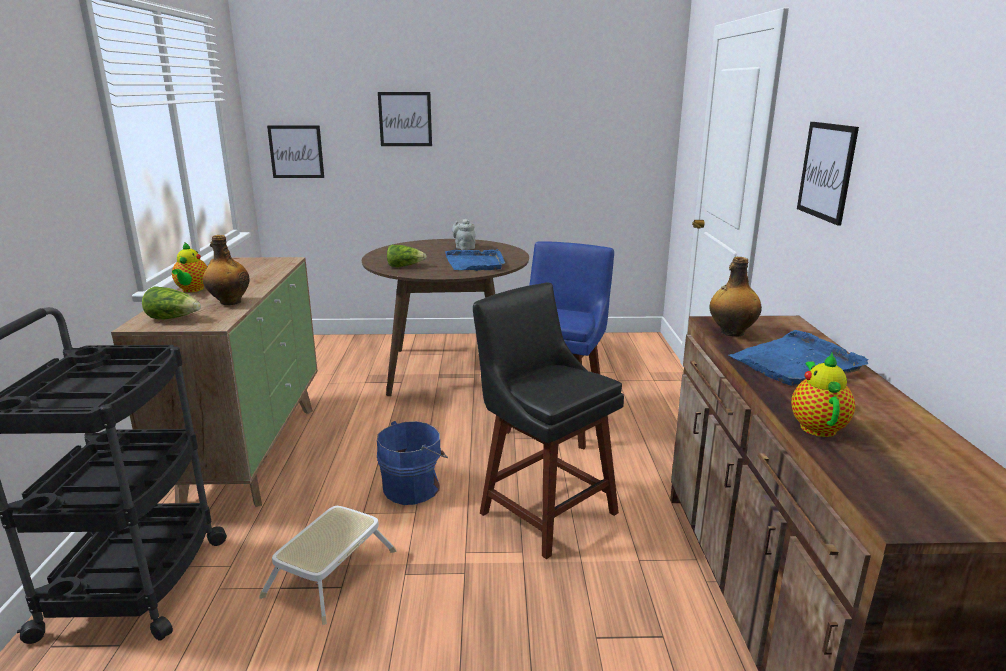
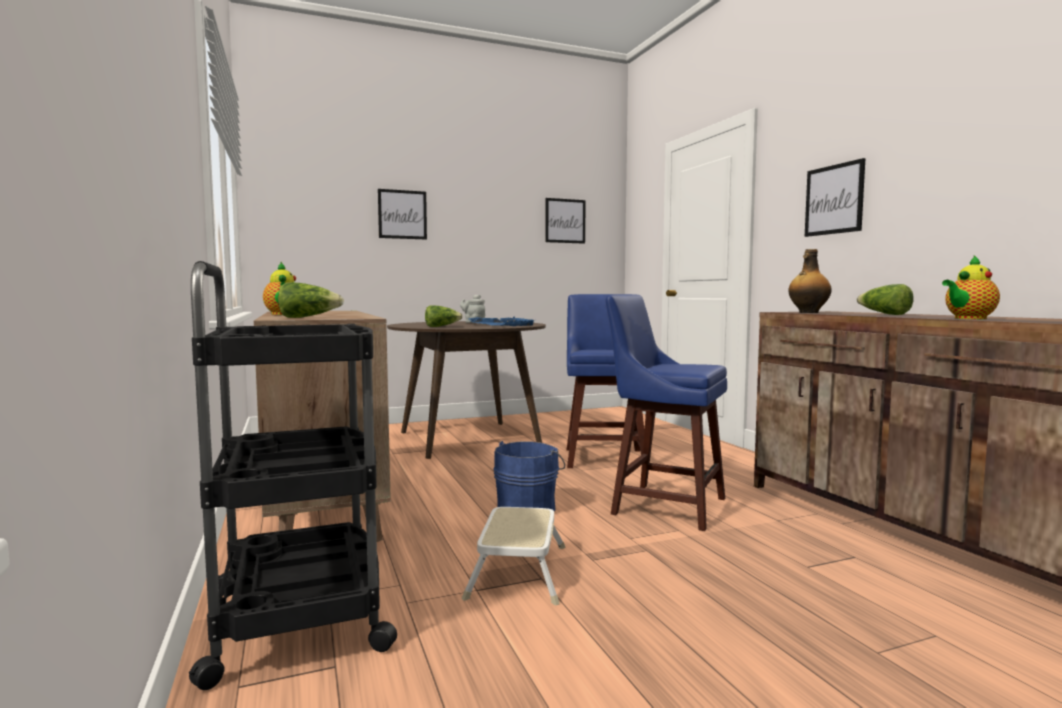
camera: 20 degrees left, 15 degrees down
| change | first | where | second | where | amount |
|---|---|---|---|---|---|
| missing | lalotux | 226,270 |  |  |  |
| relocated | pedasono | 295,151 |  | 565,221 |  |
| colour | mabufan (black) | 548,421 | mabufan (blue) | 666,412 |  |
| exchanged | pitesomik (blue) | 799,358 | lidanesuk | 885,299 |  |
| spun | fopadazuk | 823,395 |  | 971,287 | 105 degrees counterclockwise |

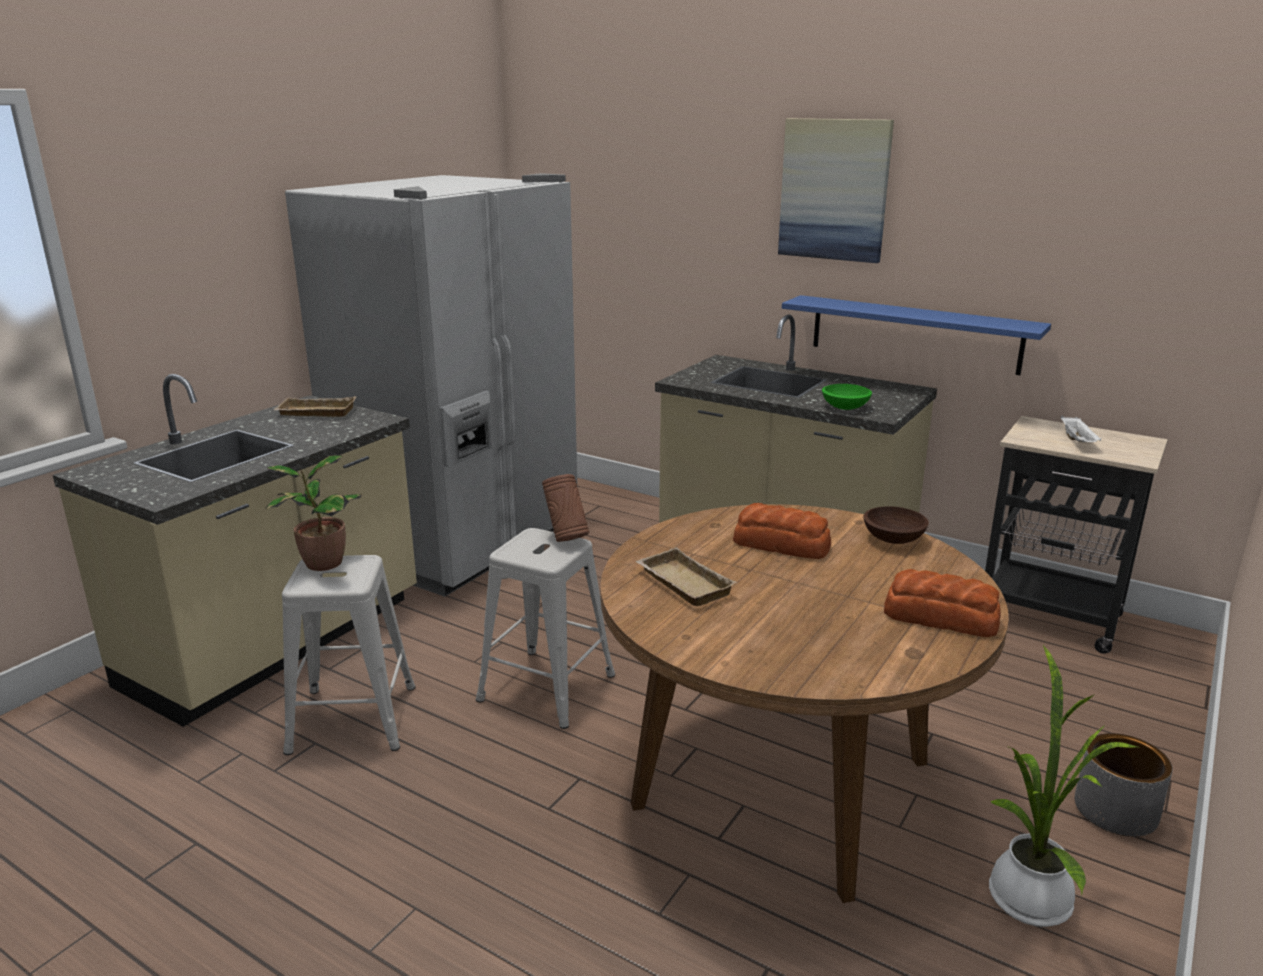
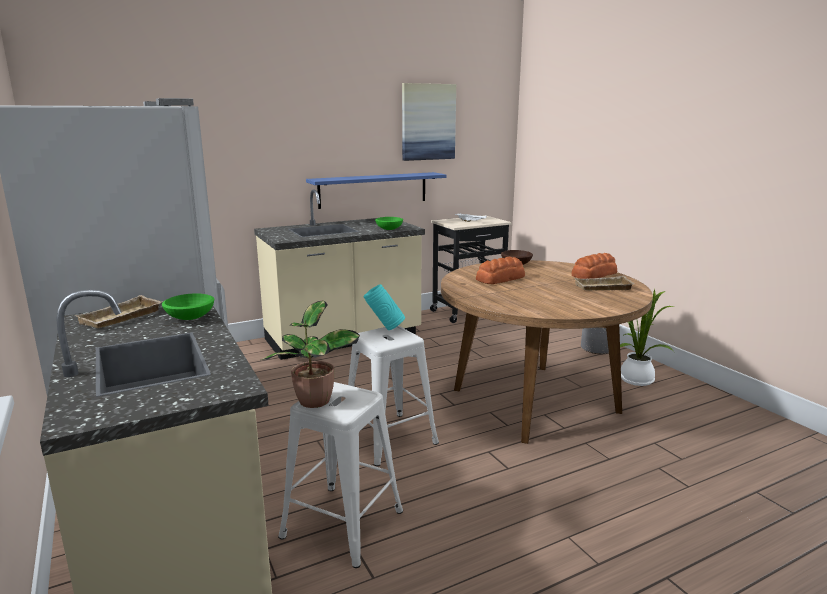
camera: 60 degrees left, 5 degrees down
| change | first | where | second | where | amount |
|---|---|---|---|---|---|
| colour | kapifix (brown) | 565,508 | kapifix (turquoise) | 384,307 |  |
| relocated | pitesomik (beige) | 686,576 |  | 605,283 |  |
| relocated | pedasono | 836,190 |  | 429,122 |  |
| appeared |  |  | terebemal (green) | 188,306 |  |

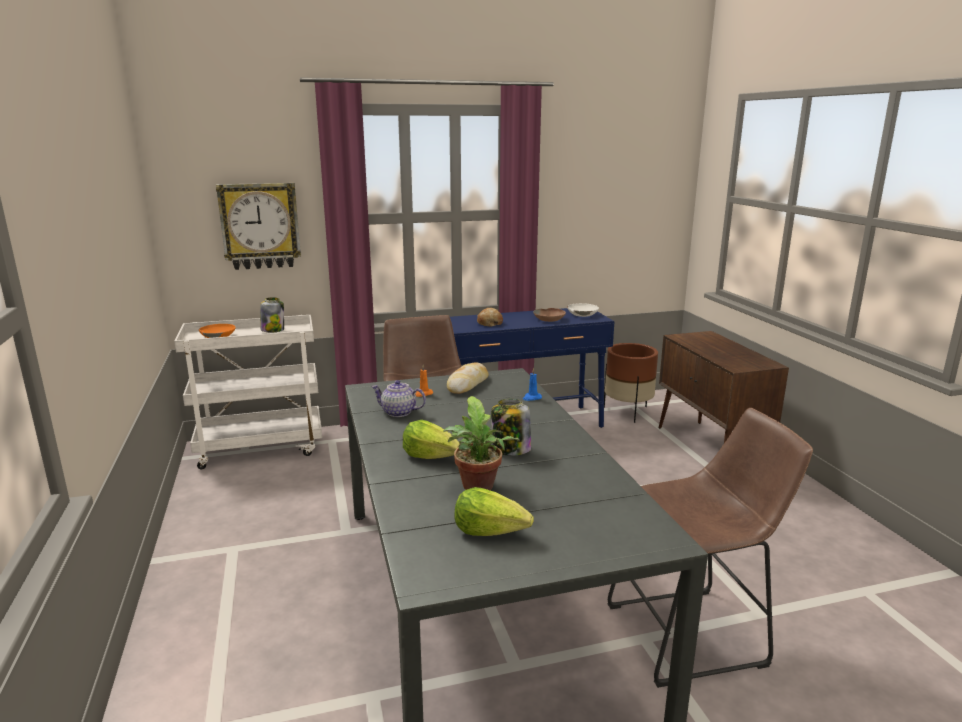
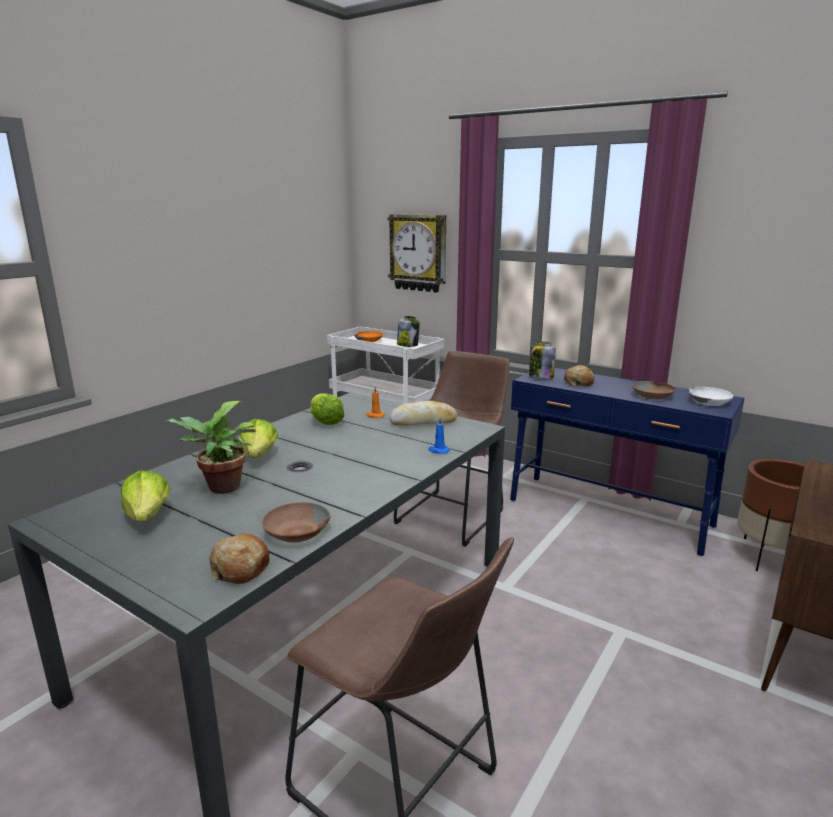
camera: 50 degrees right, 0 degrees up
| change | first | where | second | where | amount |
|---|---|---|---|---|---|
| exchanged | fopadazuk | 398,398 | lidanesuk | 327,409 |  |
| relocated | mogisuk | 511,427 |  | 542,360 |  |
| appeared |  |  | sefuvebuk | 239,559 |  |
| appeared |  |  | terebemal (brown) | 296,522 |  |

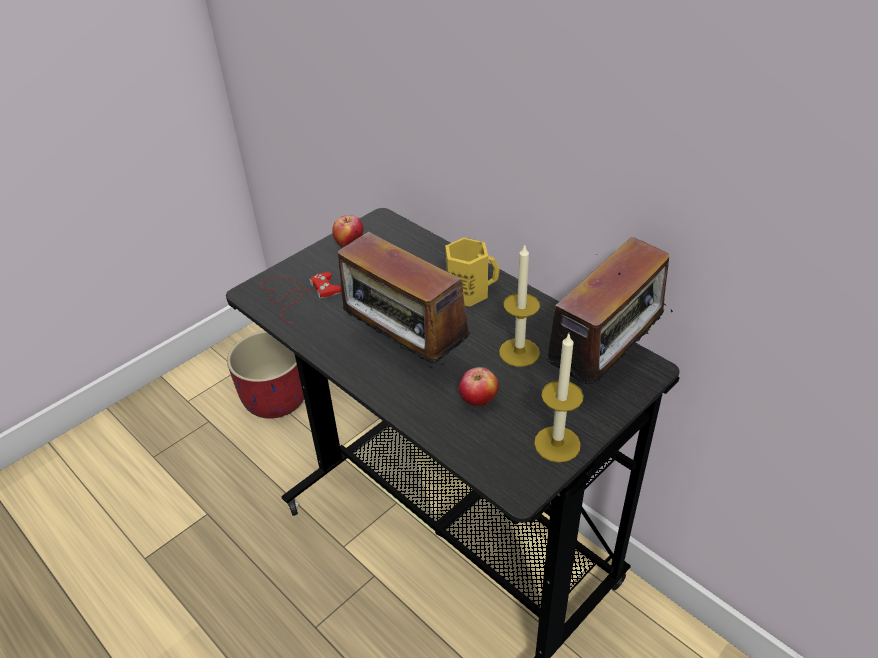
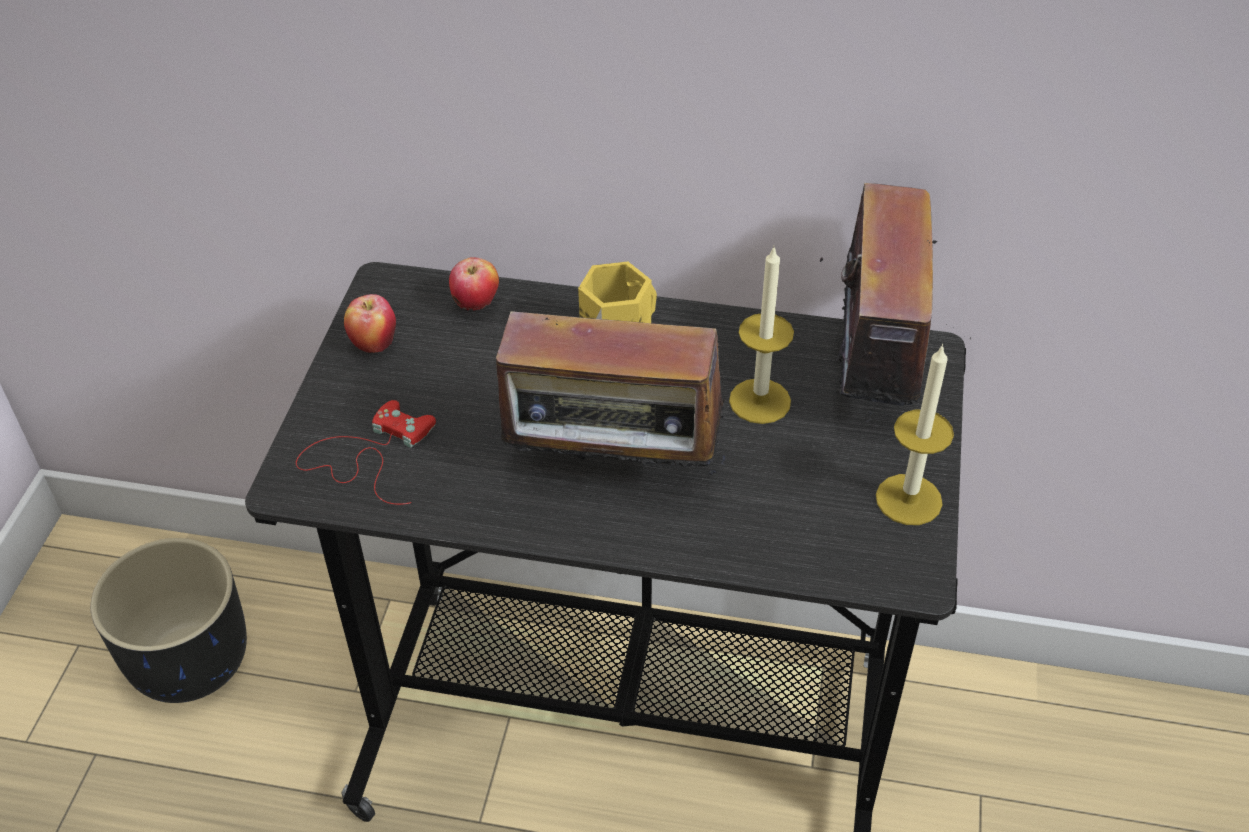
camera: 35 degrees left, 5 degrees up
| change | first | where | second | where | amount |
|---|---|---|---|---|---|
| colour | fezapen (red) | 265,375 | fezapen (black) | 169,620 |  |
| relocated | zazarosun | 479,387 |  | 474,283 |  |

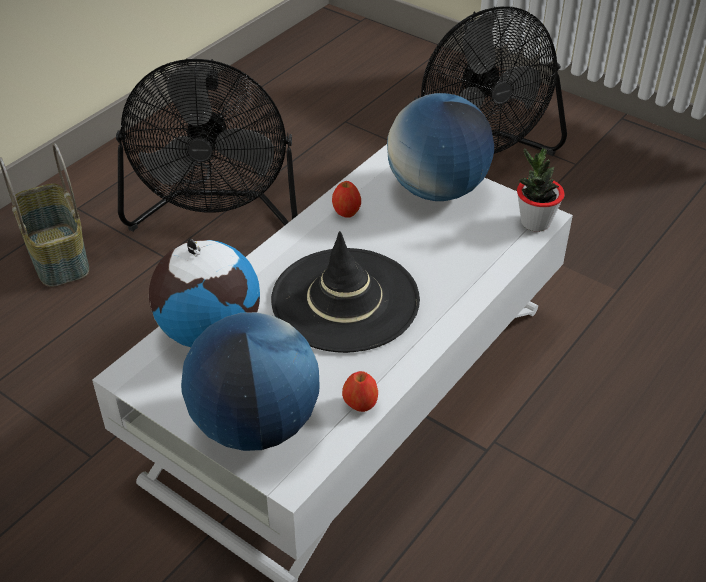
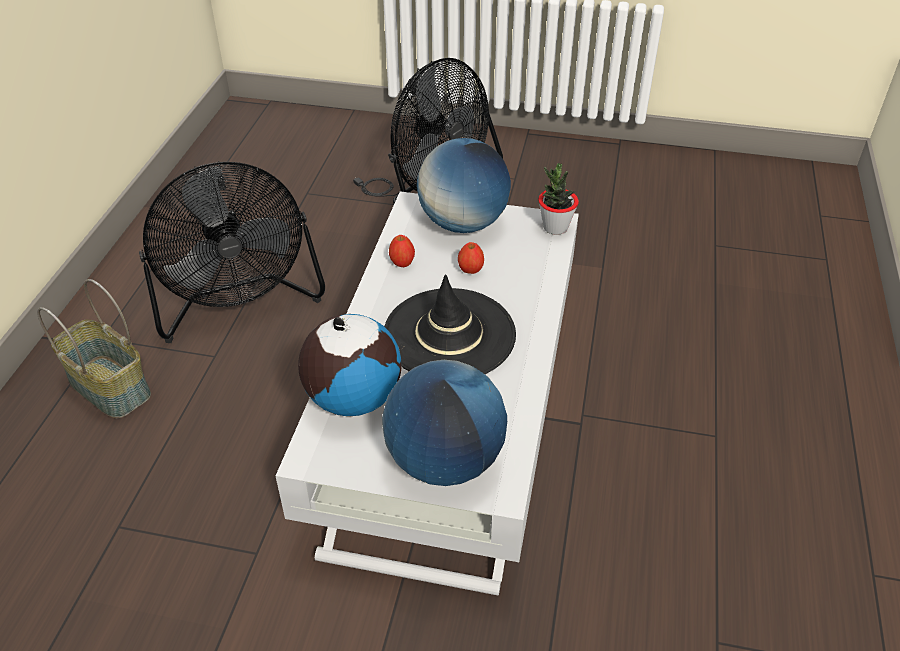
camera: 25 degrees left, 0 degrees up
| change | first | where | second | where | amount |
|---|---|---|---|---|---|
| relocated | zazarosun | 360,391 |  | 471,258 |  |

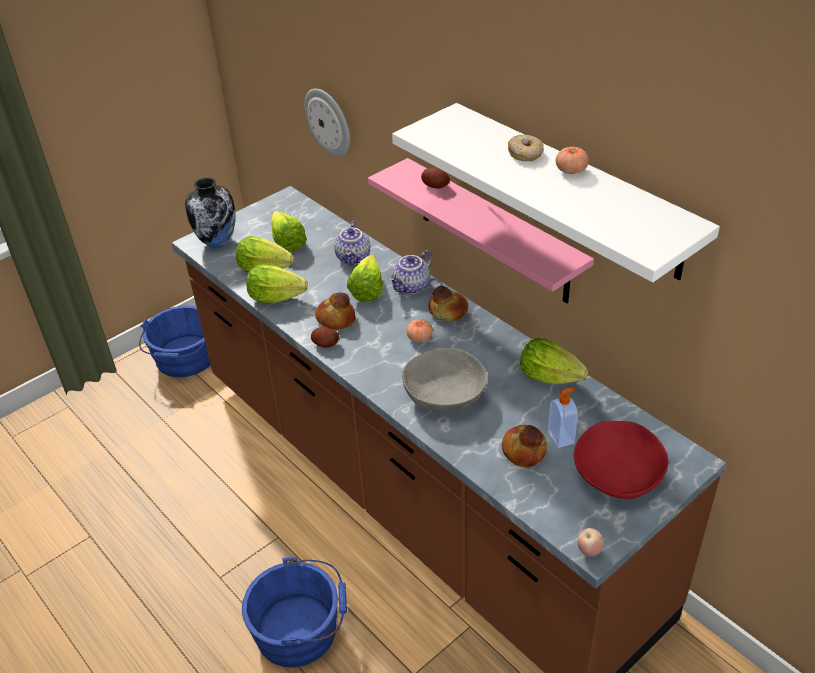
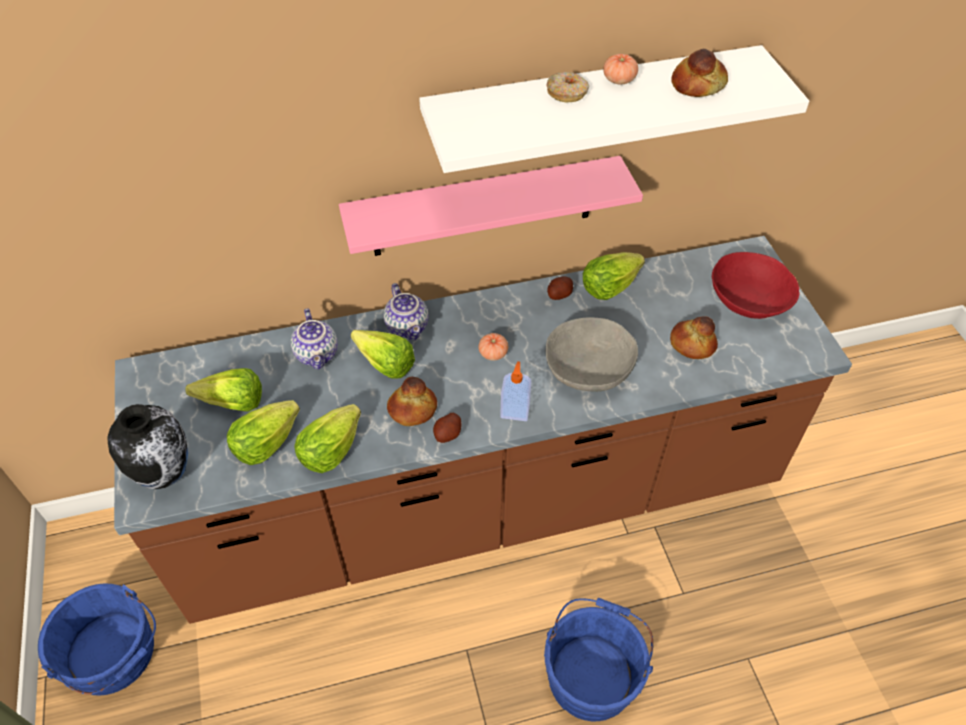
camera: 65 degrees left, 10 degrees up
| change | first | where | second | where | amount |
|---|---|---|---|---|---|
| missing | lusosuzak | 327,123 |  |  |  |
| spun | fopadazuk | 352,243 |  | 314,339 | 45 degrees clockwise |
| relocated | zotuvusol | 435,178 |  | 560,288 |  |
| relocated | sefuvebuk | 448,304 |  | 699,73 |  |
| relocated | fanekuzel | 563,418 |  | 515,391 |  |
| missing | zazarosun | 590,542 |  |  |  |

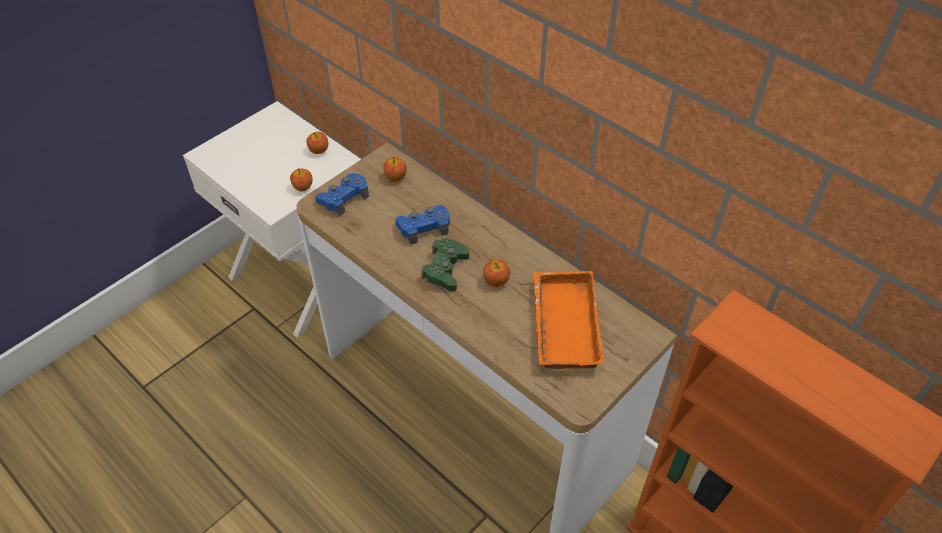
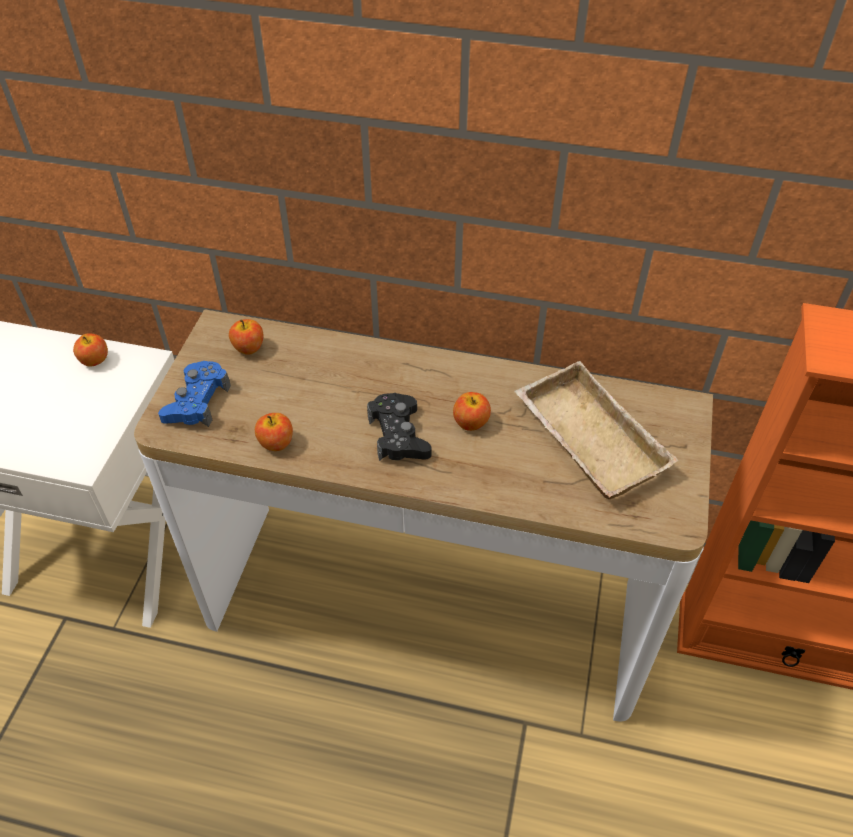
camera: 30 degrees left, 0 degrees up
| change | first | where | second | where | amount |
|---|---|---|---|---|---|
| relocated | zazarosun | 301,180 |  | 274,432 |  |
| missing | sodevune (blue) | 422,225 |  |  |  |
| colour | sodevune (green) | 445,264 | sodevune (black) | 399,427 |  |
| colour | pitesomik (orange) | 569,320 | pitesomik (beige) | 596,430 |  |

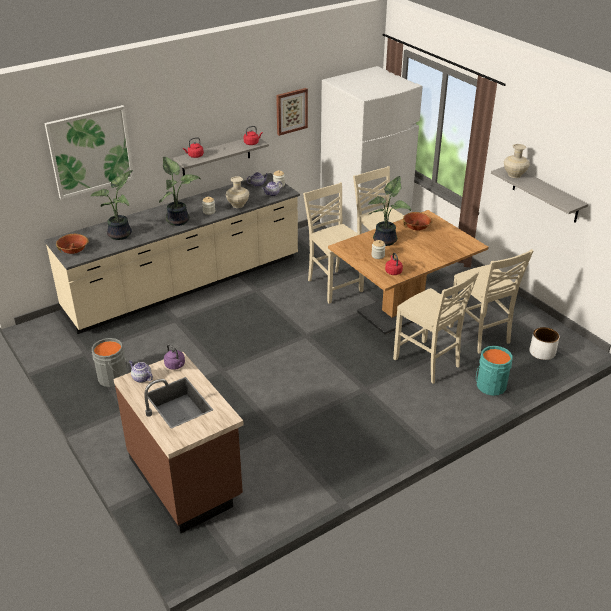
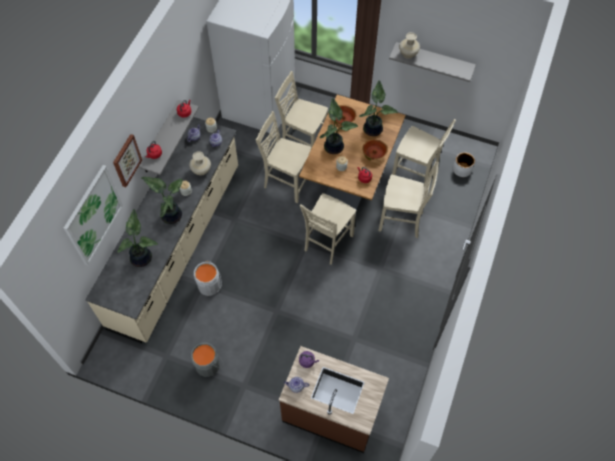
camera: 35 degrees left, 25 degrees up
| change | first | where | second | where | amount |
|---|---|---|---|---|---|
| relocated | terebemal | 72,244 |  | 375,150 |  |
| relocated | pedasono | 292,112 |  | 127,160 |  |
| missing | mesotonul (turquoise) | 494,371 |  |  |  |
| appeared |  |  | mesotonul (grey) | 208,278 |  |
| appeared |  |  | mabufan (beige) | 328,229 |  |
| appeared |  |  | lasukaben | 378,108 |  |

